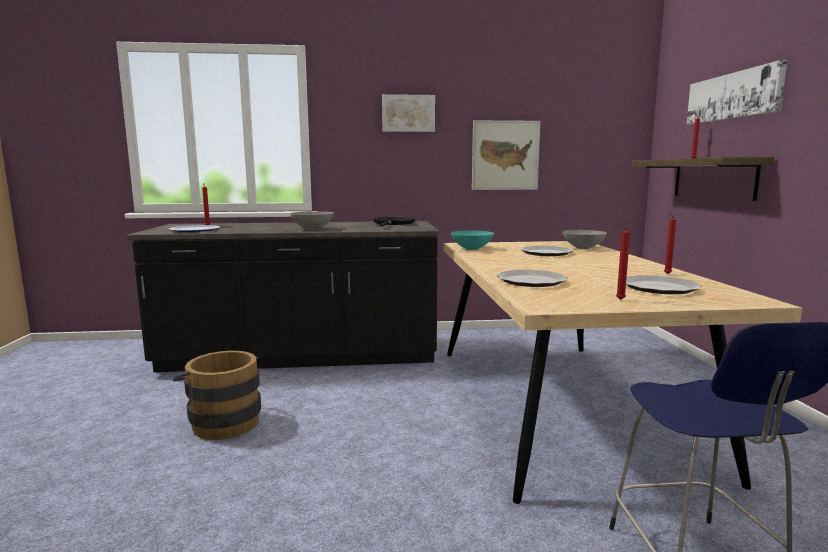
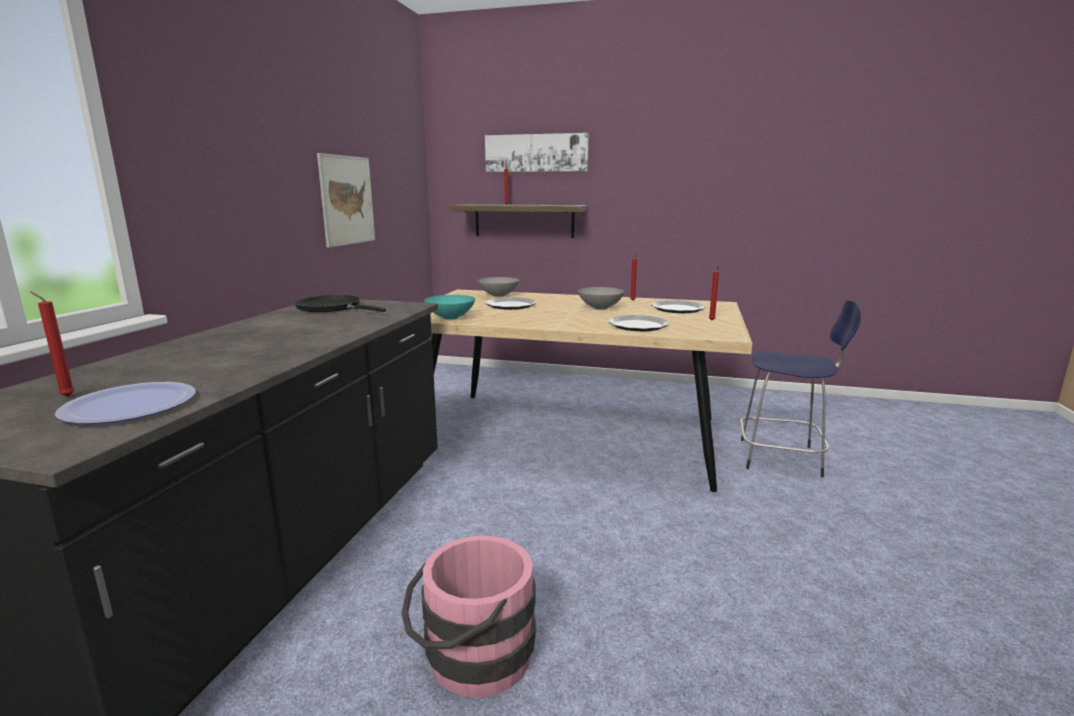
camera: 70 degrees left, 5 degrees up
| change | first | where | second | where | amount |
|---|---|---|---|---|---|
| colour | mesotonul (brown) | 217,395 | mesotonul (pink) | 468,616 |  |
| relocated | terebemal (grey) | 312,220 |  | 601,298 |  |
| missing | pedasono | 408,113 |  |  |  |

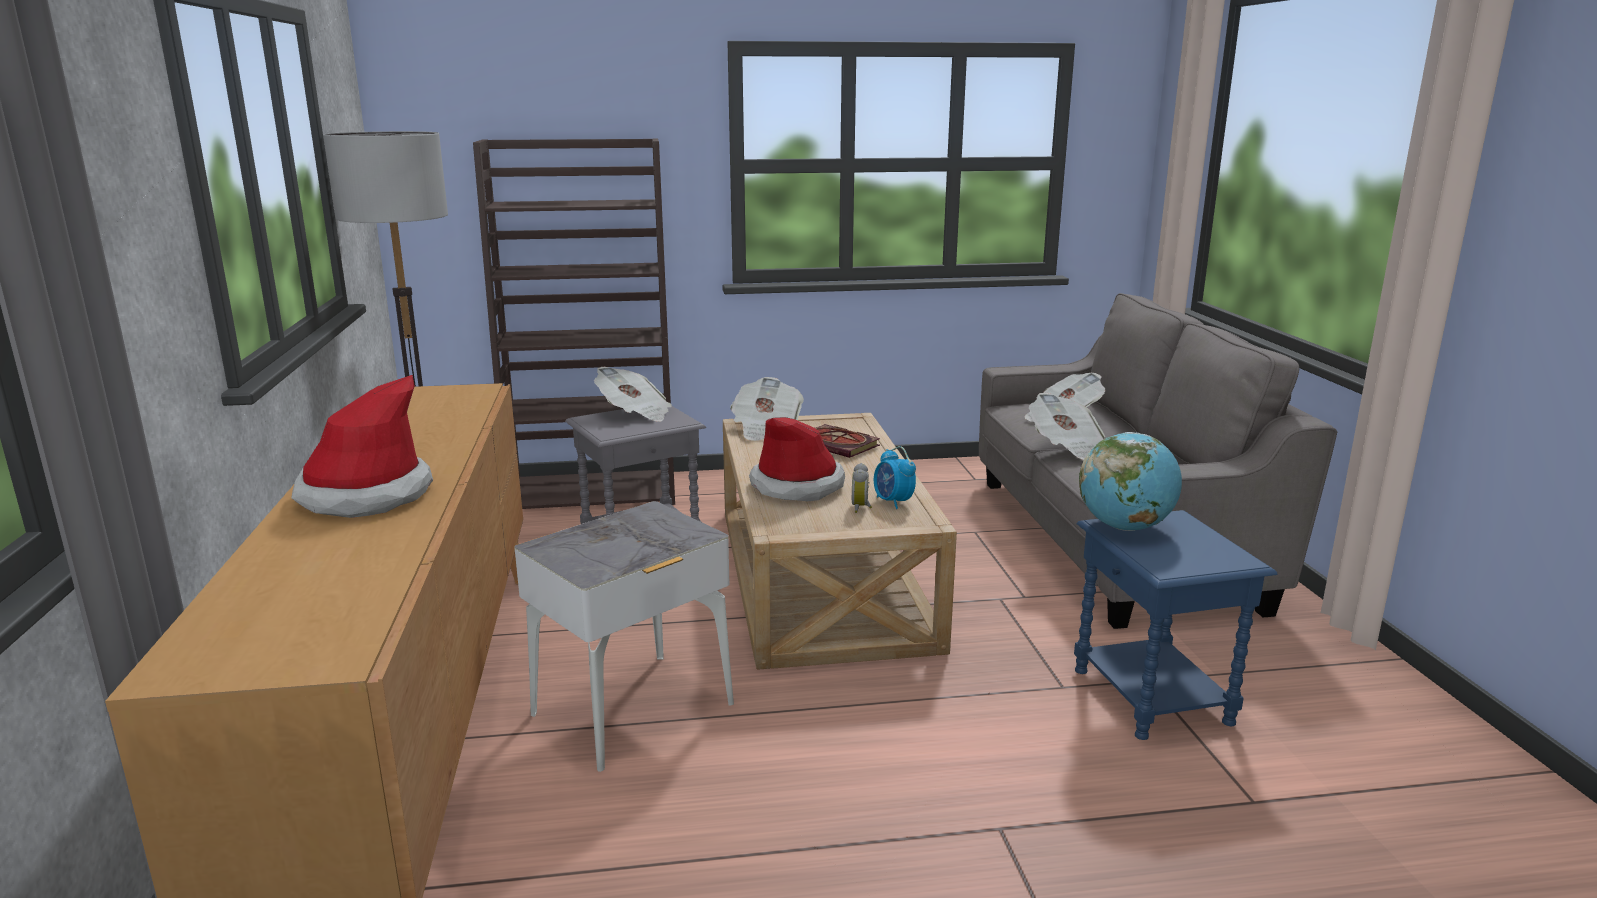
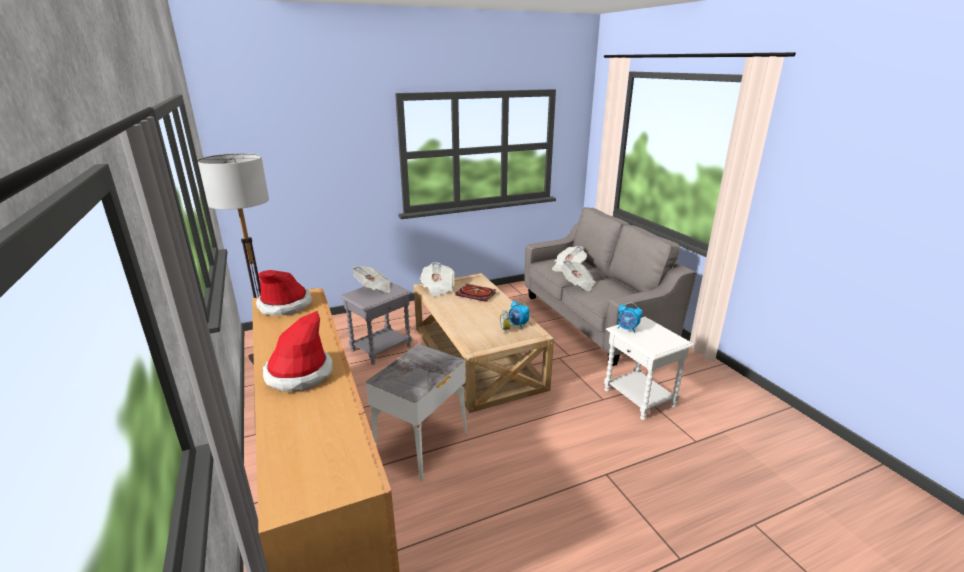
camera: 15 degrees left, 5 degrees up
| change | first | where | second | where | amount |
|---|---|---|---|---|---|
| missing | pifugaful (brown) | 574,323 |  |  |  |
| relocated | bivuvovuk | 797,459 |  | 284,293 |  |
| colour | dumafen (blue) | 1176,625 | dumafen (white) | 649,368 |  |
| exchanged | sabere | 1130,481 | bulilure | 630,317 |  |

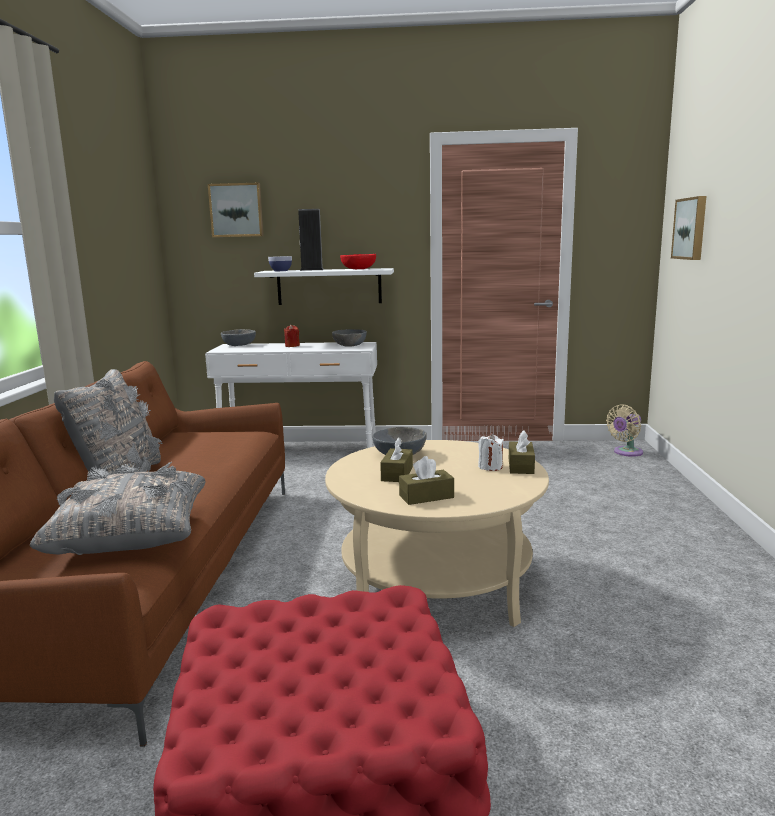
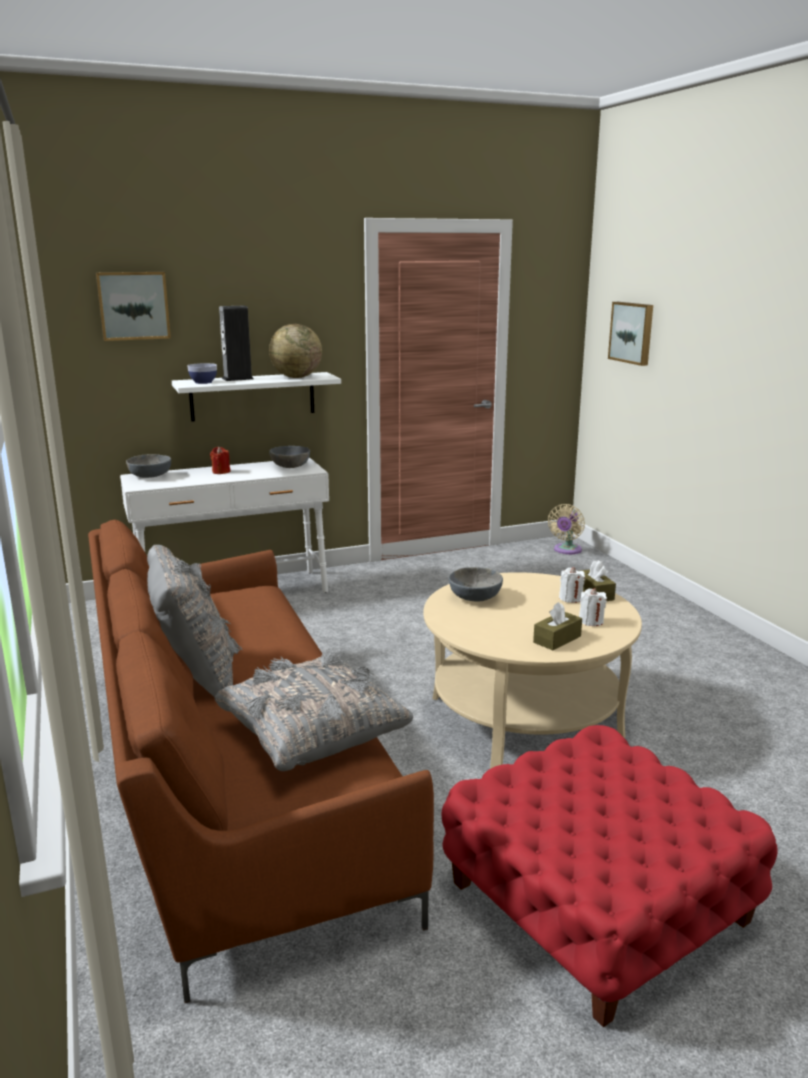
camera: 25 degrees left, 5 degrees up
| change | first | where | second | where | amount |
|---|---|---|---|---|---|
| exchanged | terebemal (red) | 358,261 | sabere | 295,351 |  |
| missing | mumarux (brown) | 396,459 |  |  |  |
| appeared |  |  | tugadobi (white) | 593,607 |  |

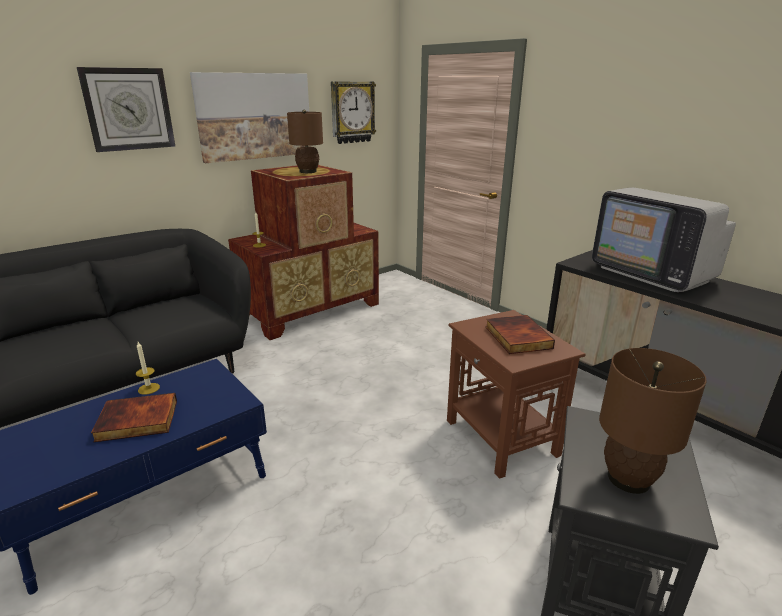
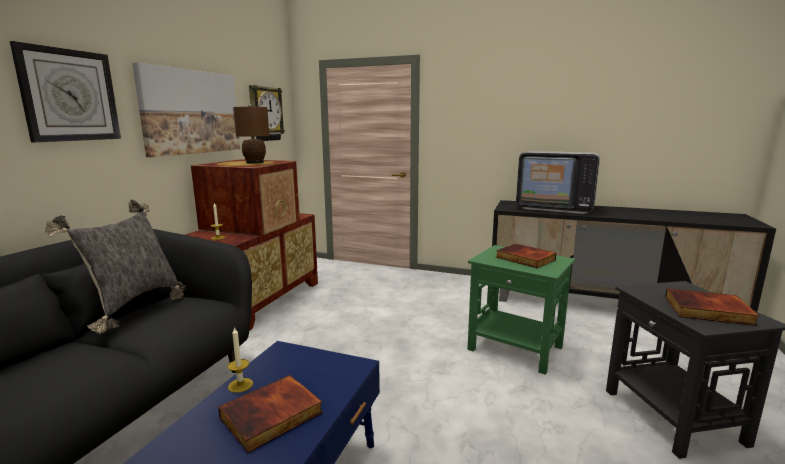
camera: 30 degrees left, 10 degrees down
| change | first | where | second | where | amount |
|---|---|---|---|---|---|
| colour | dumafen (brown) | 516,394 | dumafen (green) | 521,310 |  |
| exchanged | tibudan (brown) | 653,421 | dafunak | 712,307 |  |
| appeared |  |  | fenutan | 116,267 |  |

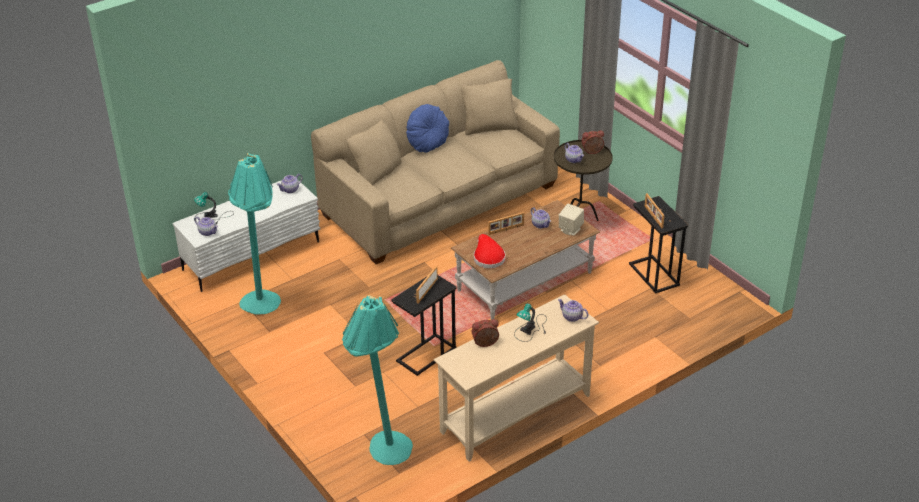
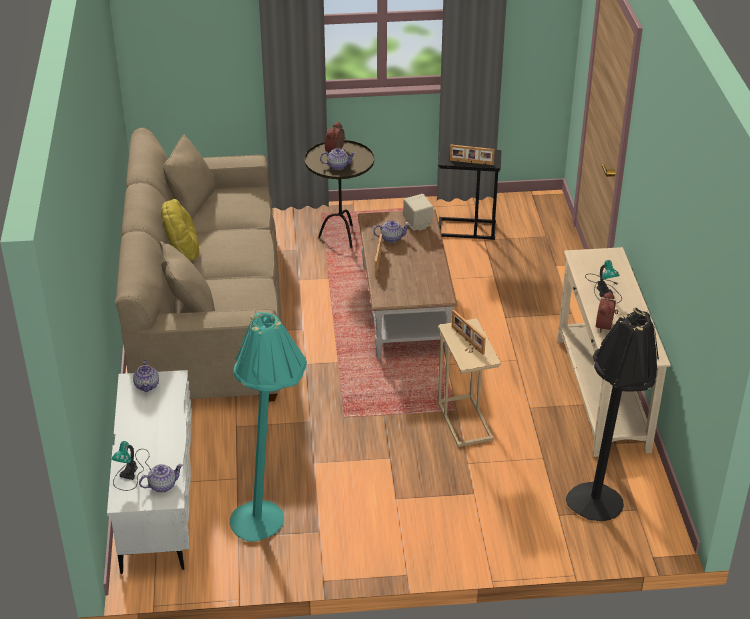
camera: 60 degrees left, 0 degrees up
| change | first | where | second | where | amount |
|---|---|---|---|---|---|
| colour | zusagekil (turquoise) | 377,380 | zusagekil (black) | 612,414 |  |
| colour | dumafen (black) | 424,325 | dumafen (beige) | 469,382 |  |
| colour | fenutan (blue) | 427,128 | fenutan (yellow) | 180,229 |  |
| missing | bivuvovuk (red) | 490,251 |  |  |  |
| missing | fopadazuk | 573,310 |  |  |  |

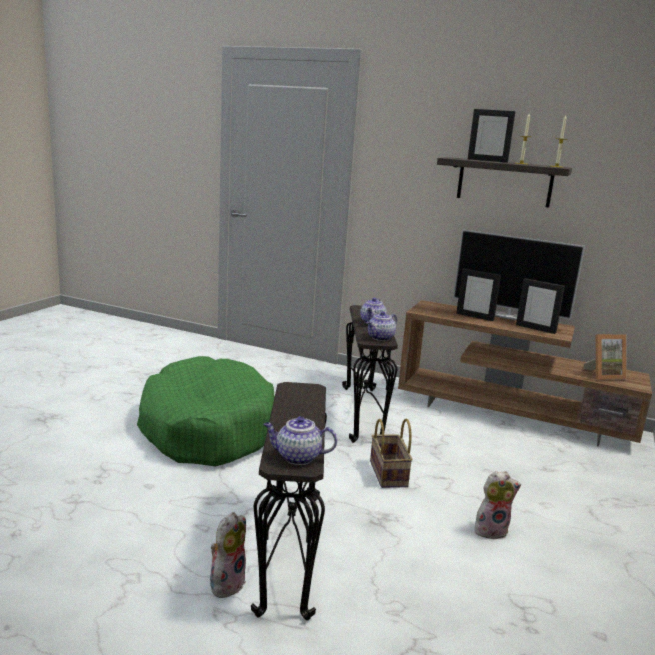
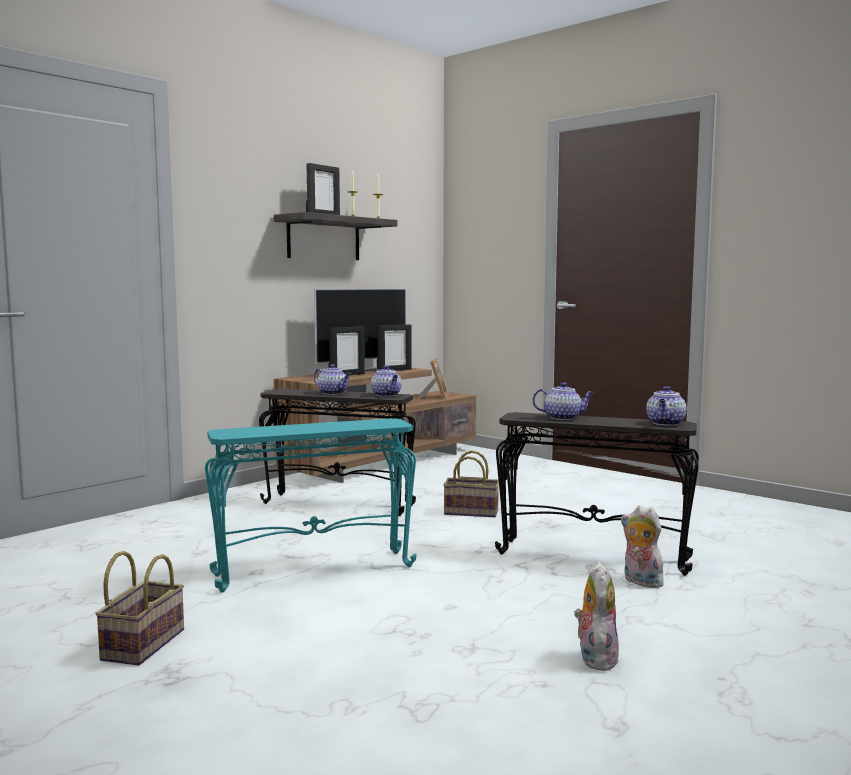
camera: 70 degrees left, 10 degrees down
| change | first | where | second | where | amount |
|---|---|---|---|---|---|
| exchanged | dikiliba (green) | 206,411 | dumafen (turquoise) | 311,505 |  |
| relocated | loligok | 497,505 |  | 596,616 |  |
| appeared |  |  | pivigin | 139,608 |  |
| appeared |  |  | fopadazuk | 563,401 |  |

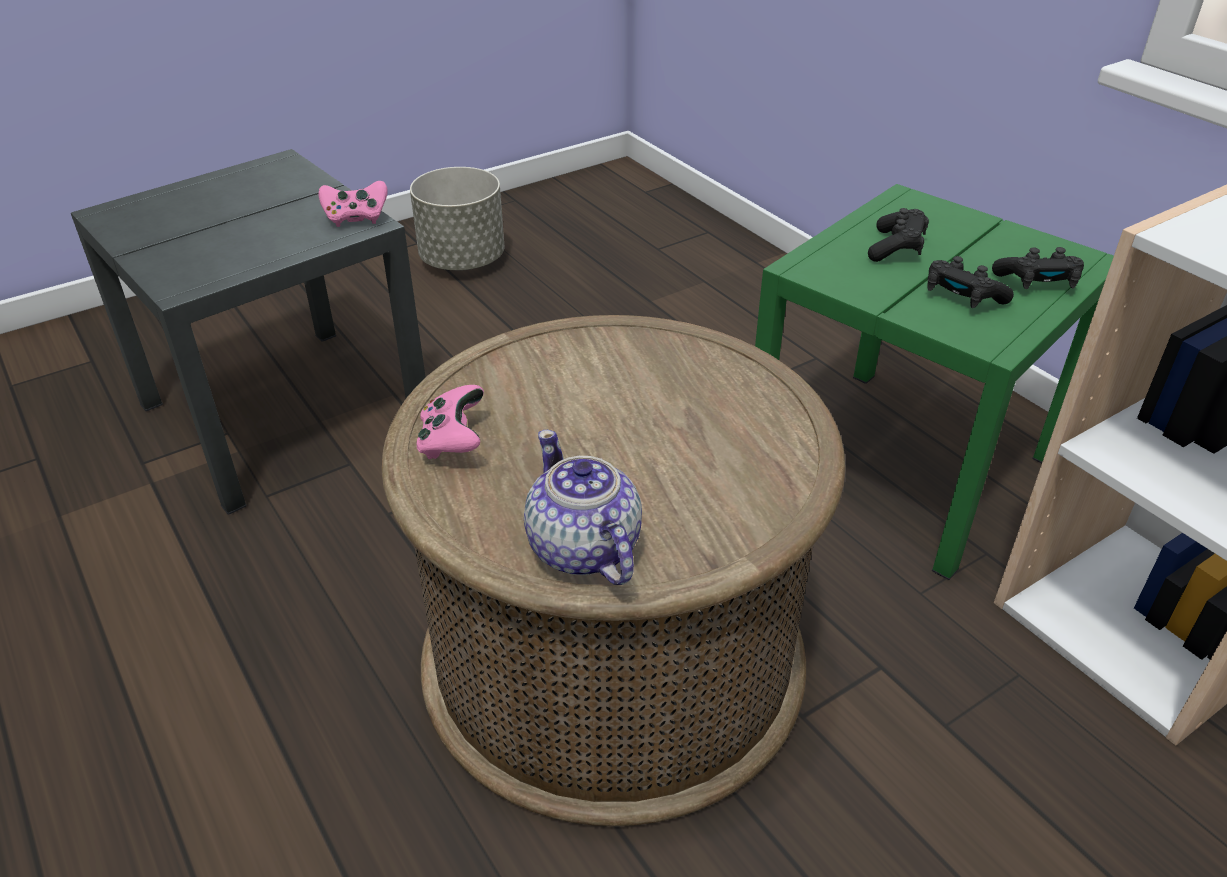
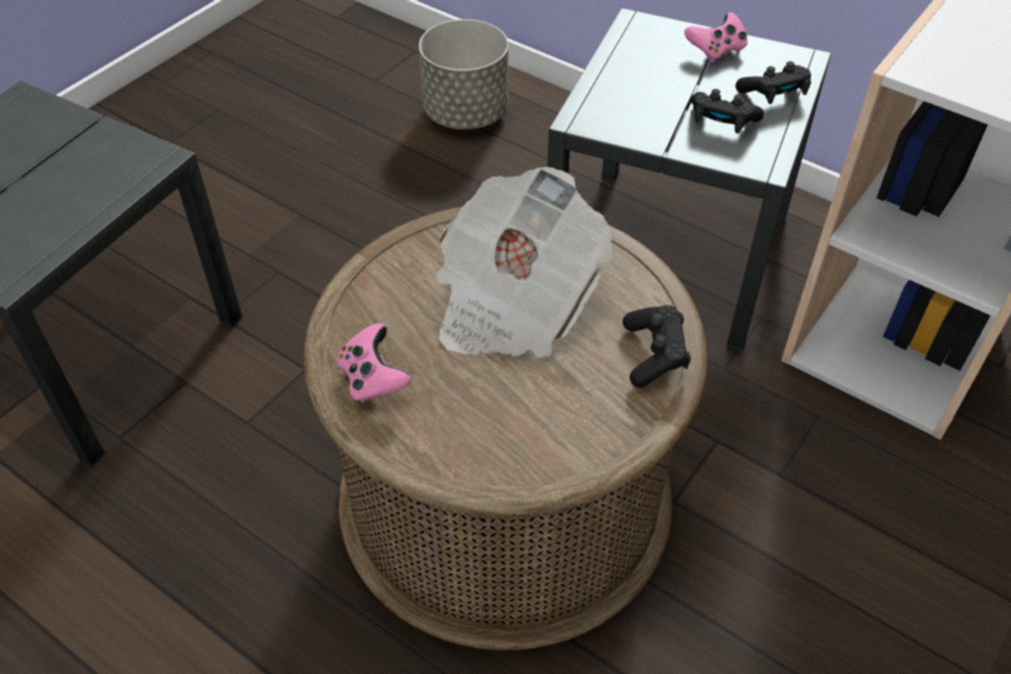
camera: 20 degrees left, 10 degrees up
| change | first | where | second | where | amount |
|---|---|---|---|---|---|
| relocated | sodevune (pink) | 353,204 |  | 716,37 |  |
| relocated | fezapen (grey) | 457,218 |  | 464,74 |  |
| missing | fopadazuk | 583,507 |  |  |  |
| colour | dumafen (green) | 934,382 | dumafen (grey) | 689,179 |  |
| relocated | sodevune (black) | 898,235 |  | 657,346 |  |
| appeared |  |  | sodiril | 524,262 |  |

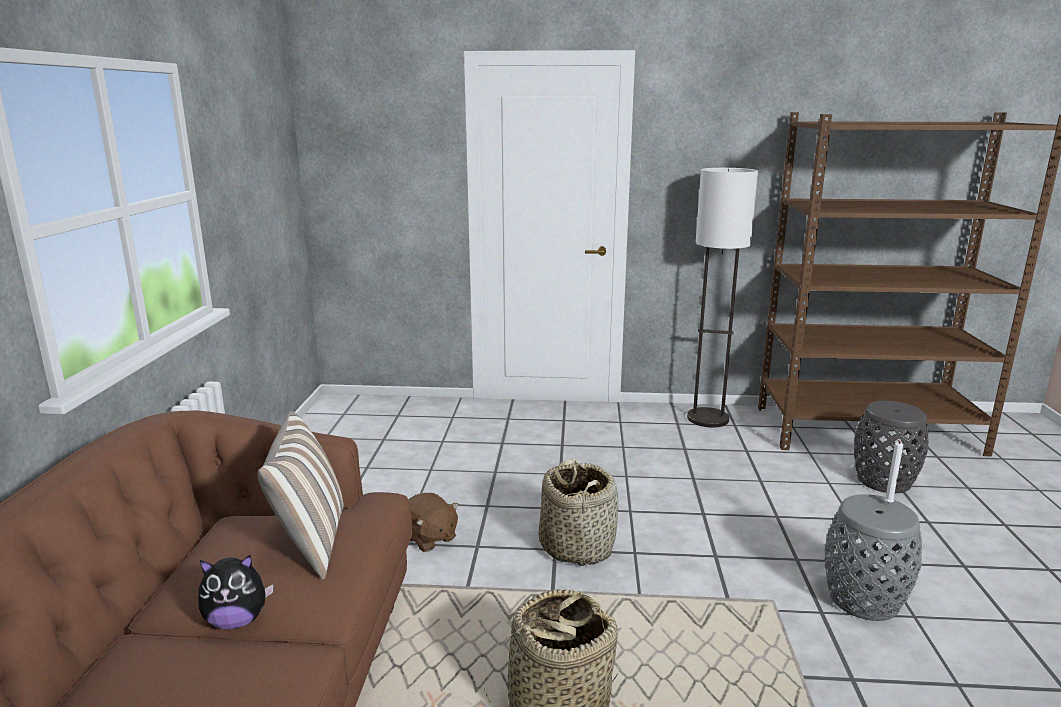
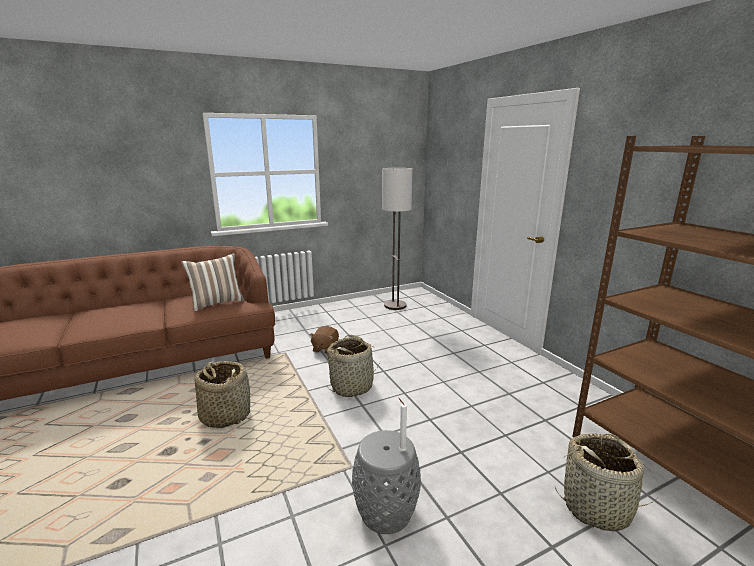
camera: 60 degrees right, 0 degrees up
| change | first | where | second | where | amount |
|---|---|---|---|---|---|
| missing | loligok | 236,592 |  |  |  |
| relocated | zusagekil | 722,297 |  | 397,239 |  |
| exchanged | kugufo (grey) | 891,447 | pivigin | 606,482 |  |

